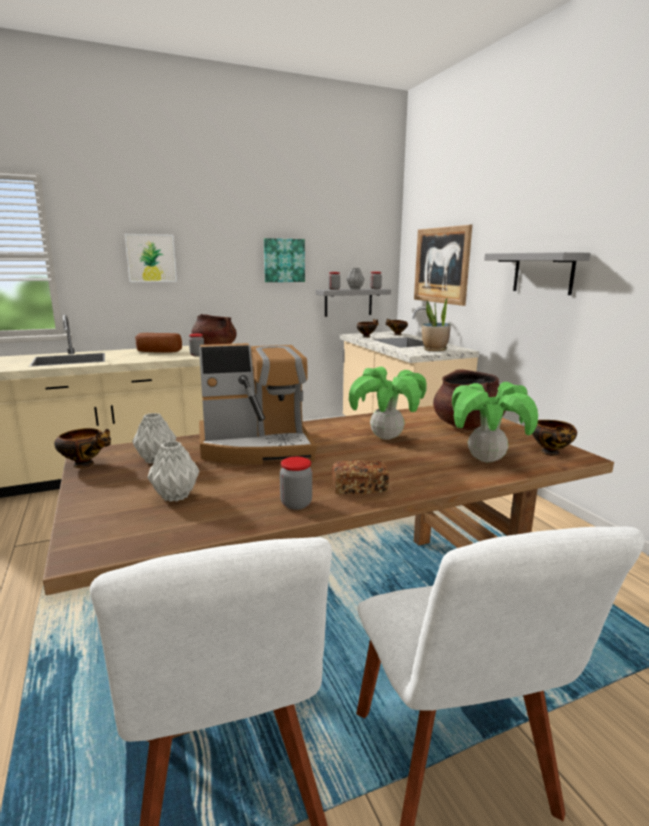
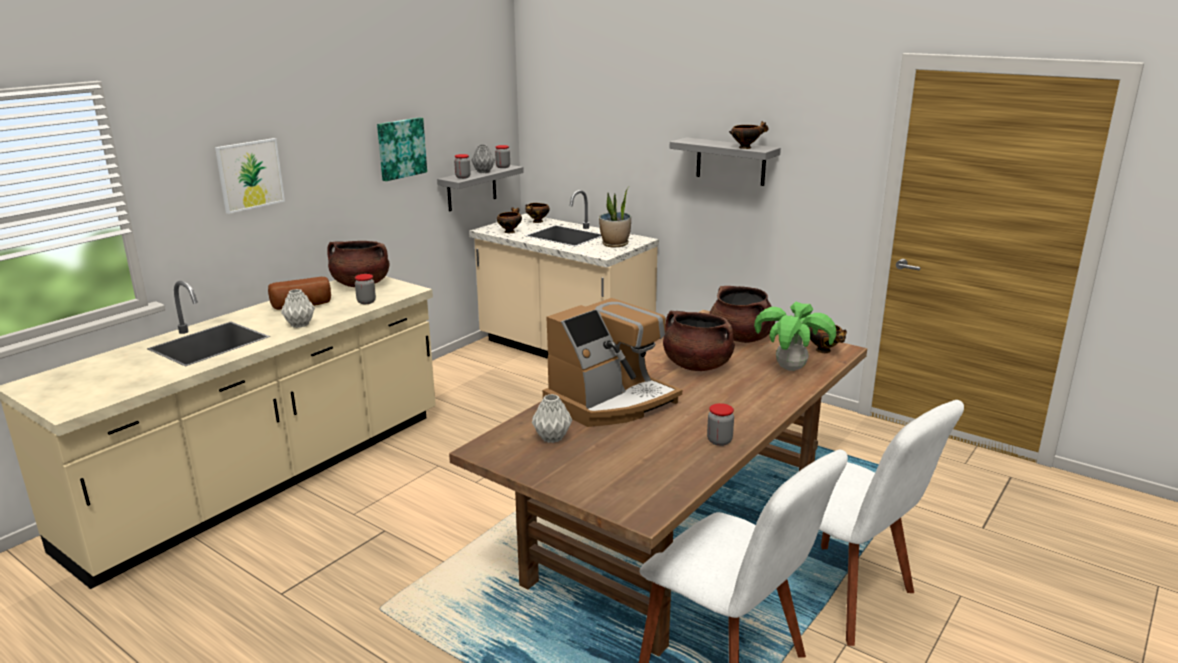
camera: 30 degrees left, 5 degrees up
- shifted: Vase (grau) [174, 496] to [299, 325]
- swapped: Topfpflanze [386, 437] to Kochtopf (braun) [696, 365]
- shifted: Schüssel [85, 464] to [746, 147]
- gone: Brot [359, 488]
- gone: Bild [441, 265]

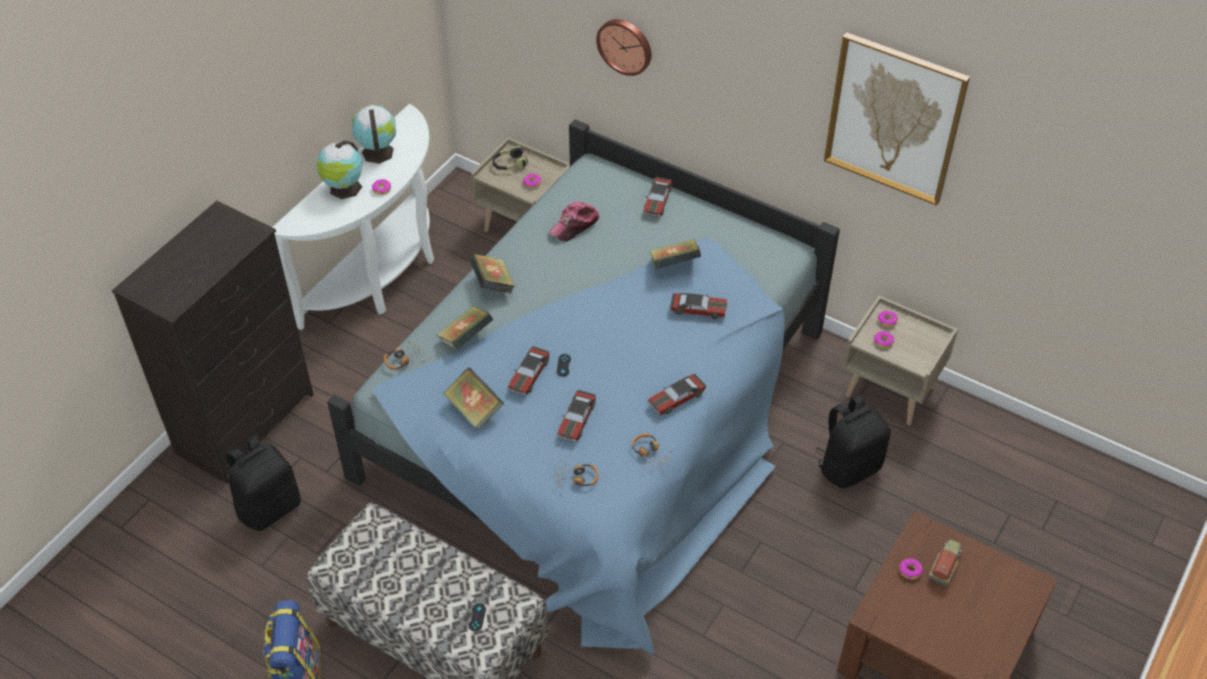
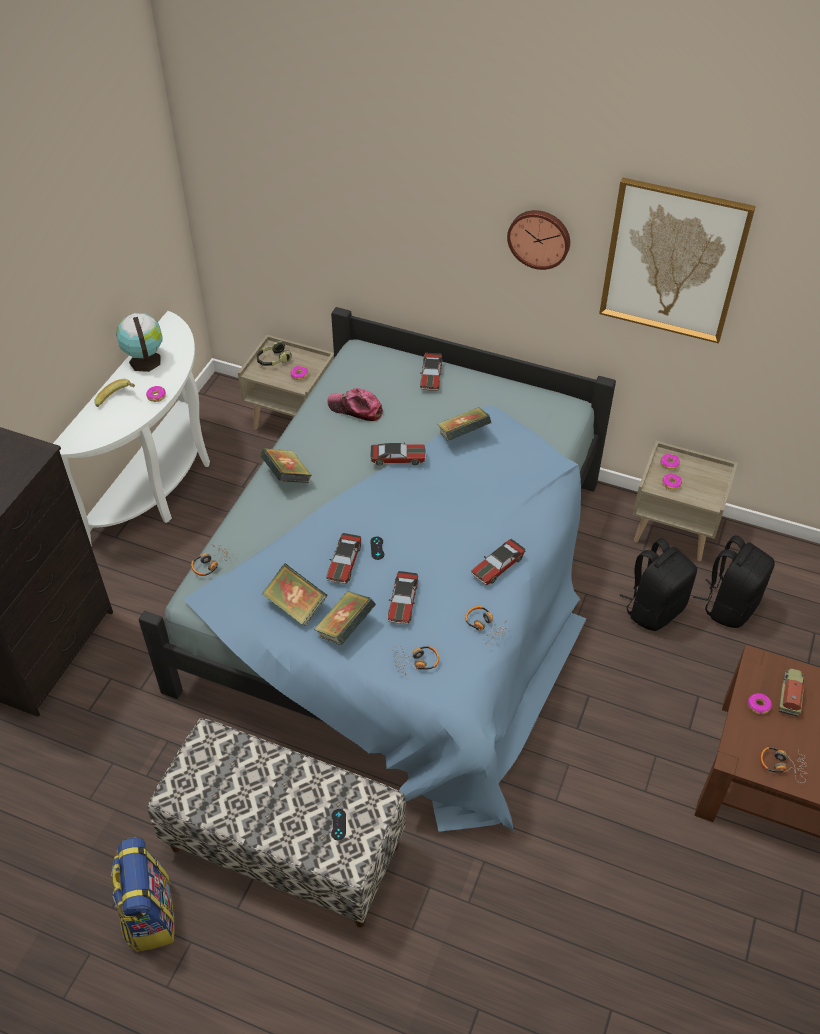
camera: 10 degrees left, 0 degrees up
- swapped: Globus [344, 189] to Banane [118, 400]
- shifted: Buch [465, 338] to [345, 628]
- rotated: Kappe [574, 225] = [355, 409] 75 degrees clockwise
- shifted: Spielzeugauto [698, 309] to [398, 458]
- shifted: Wanduhr [625, 45] to [539, 238]
- shifted: Rucksack (schwarz) [269, 507] to [729, 605]
- new: Kopfhörer [782, 765]

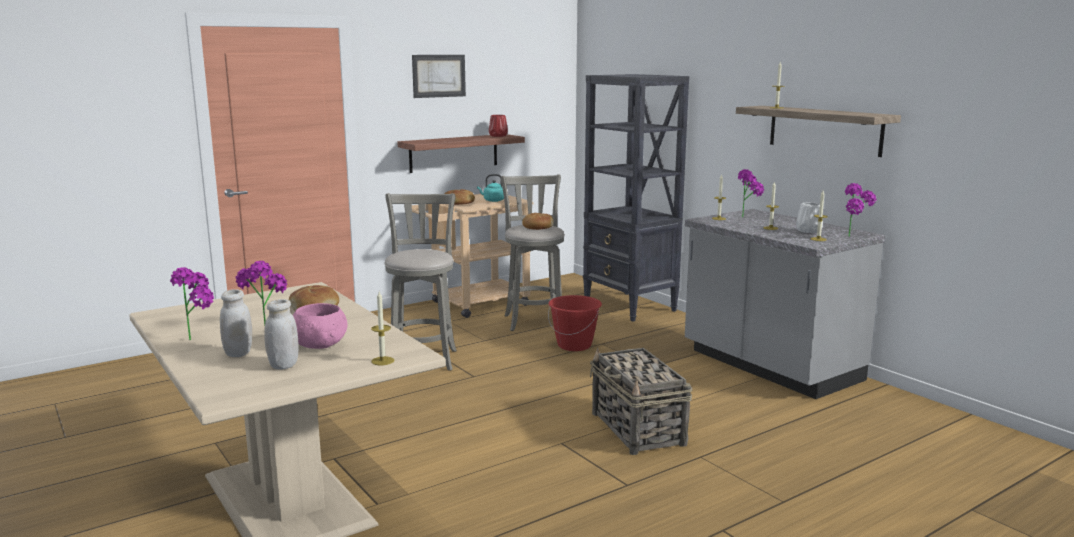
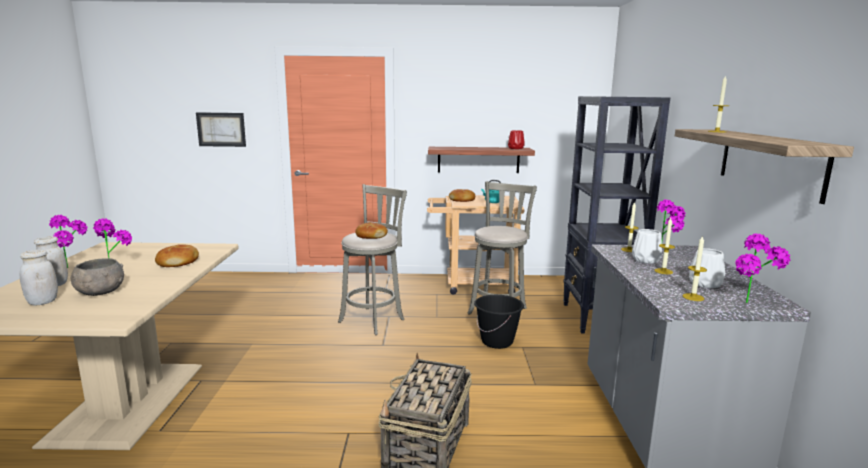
camera: 35 degrees right, 0 degrees up
- repainted: Schüssel (rosa) [320, 345] to Schüssel (grau) [100, 292]
- shifted: Bild [438, 76] to [221, 129]
- shifted: Brot [537, 227] to [371, 236]
- repainted: Eimer (rot) [574, 345] to Eimer (schwarz) [497, 341]
- new: Vase (weiß) [645, 260]
- gone: Kerze [382, 361]

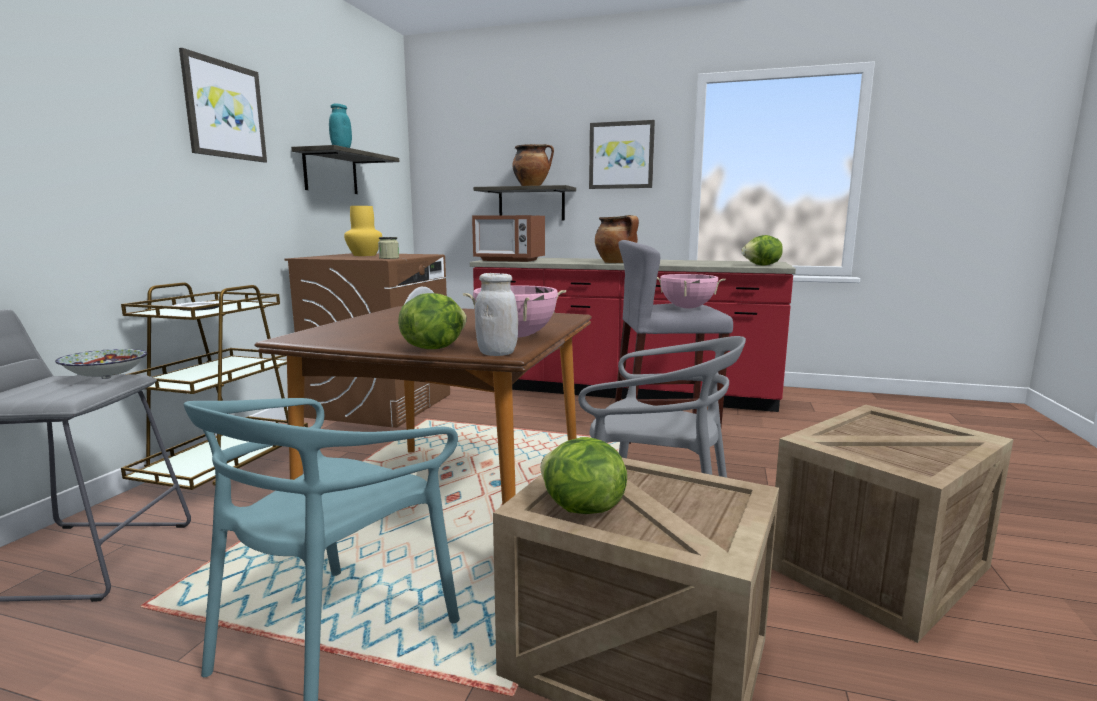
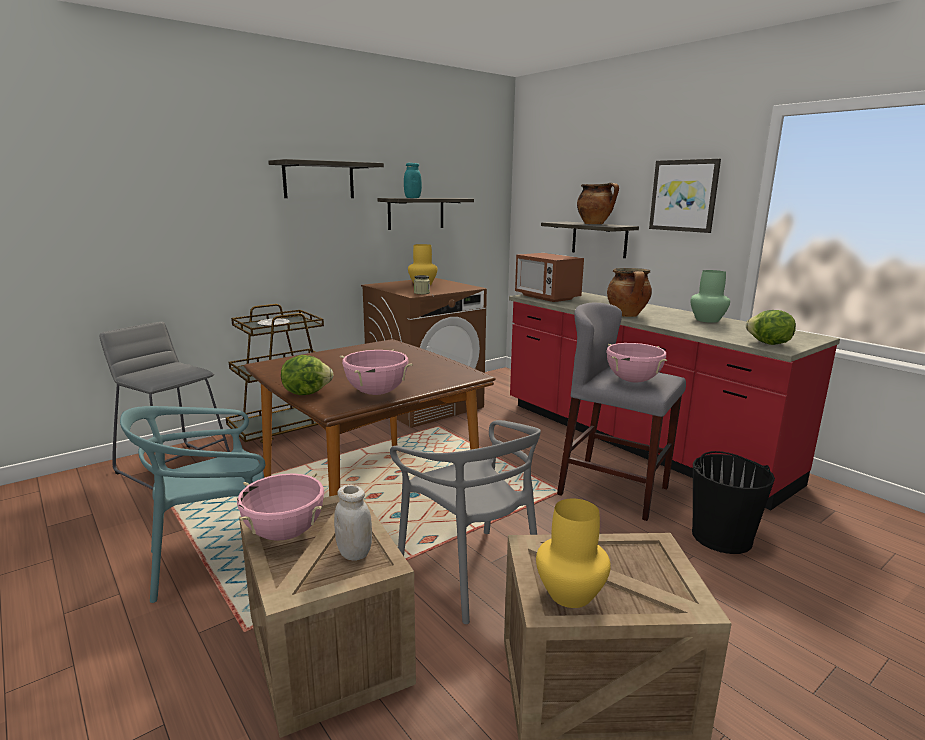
camera: 35 degrees right, 5 degrees up
- swapped: Salatkopf [581, 509] to Kochtopf (rosa) [284, 533]
- swapped: Bild [224, 110] to Wandregal [319, 180]
- shifted: Vorratsglas (weiß) [497, 353] to [354, 553]
- new: Vase (gelb) [569, 593]
- new: Vase (grün) [707, 320]
- new: Eimer (schwarz) [721, 536]
- gone: Schüssel [107, 378]

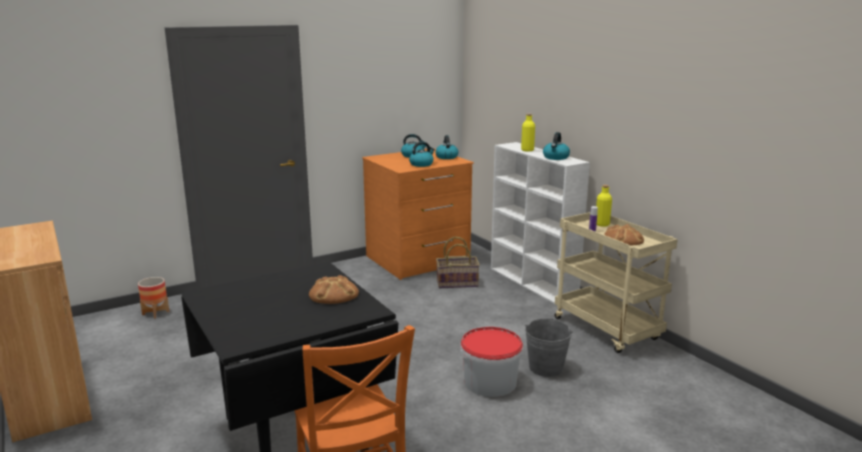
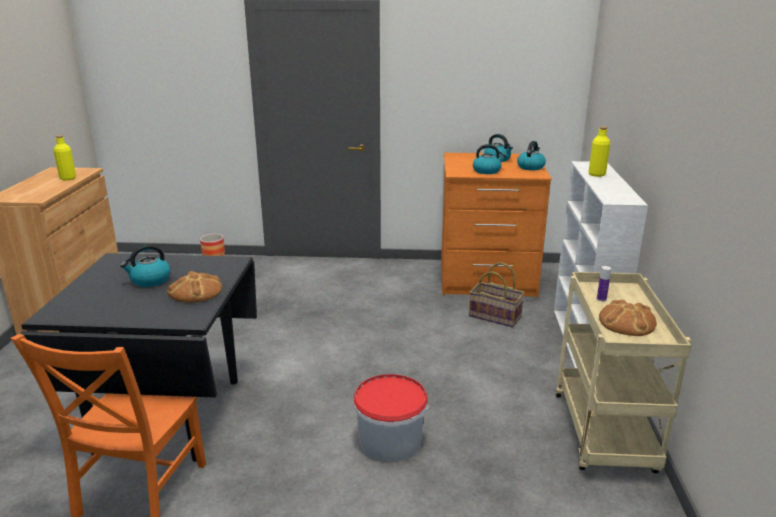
camera: 35 degrees right, 5 degrees up
- shifted: Flasche (gelb) [602, 224] to [68, 178]
- shifted: Wasserkessel [556, 157] to [150, 280]
- gone: Eimer (grau) [546, 367]

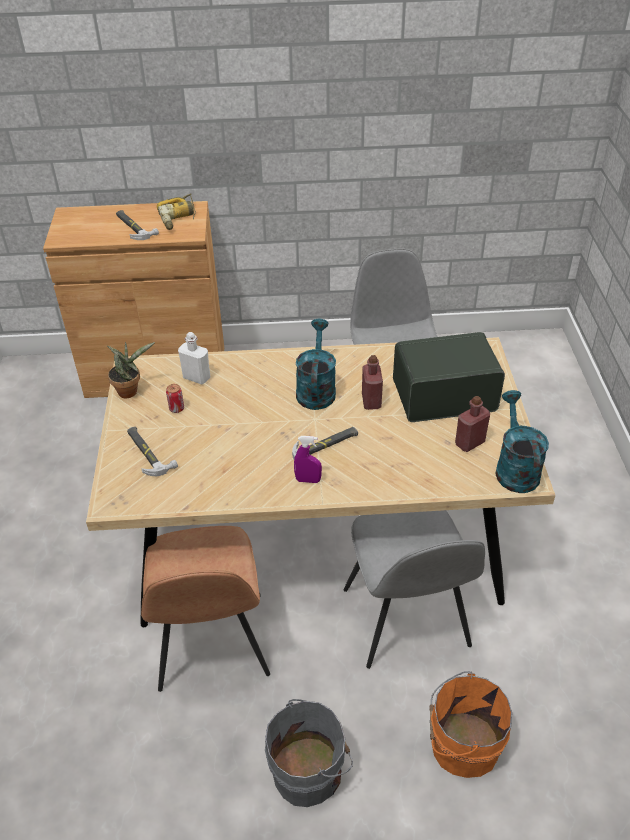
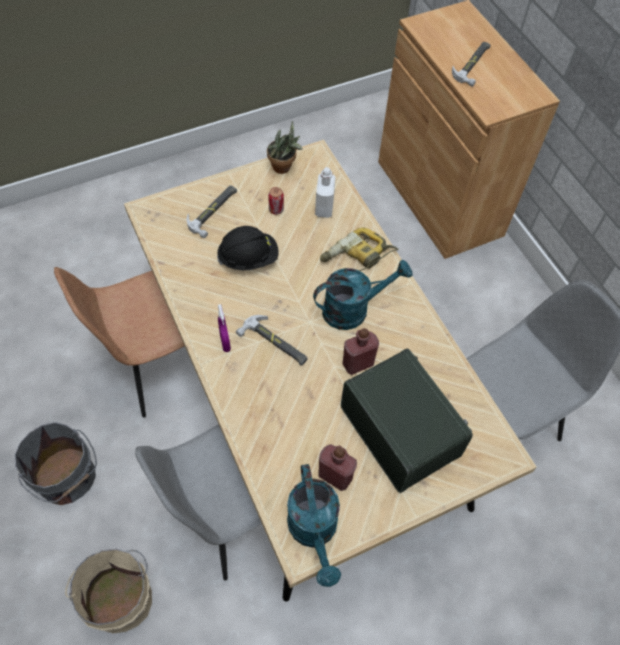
camera: 65 degrees right, 15 degrees up
- repainted: Eimer (orange) [461, 744] to Eimer (beige) [120, 596]
- new: Schutzhelm (schwarz) [248, 258]
- rotated: Gießkanne (türkis) [514, 468] = [315, 532] 105 degrees clockwise
- shifted: Bohrmaschine [179, 217] to [357, 258]

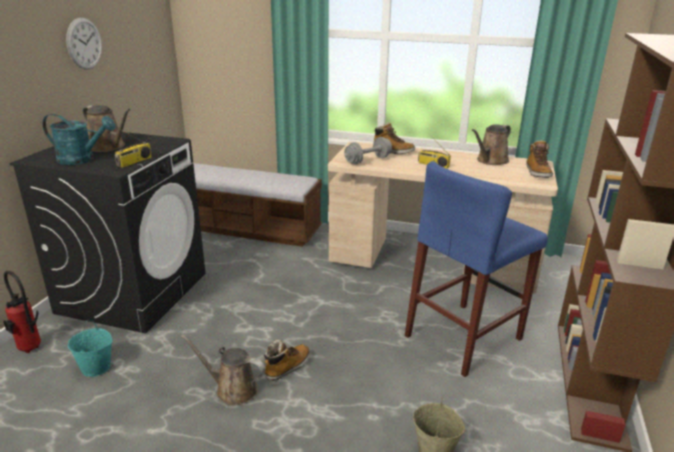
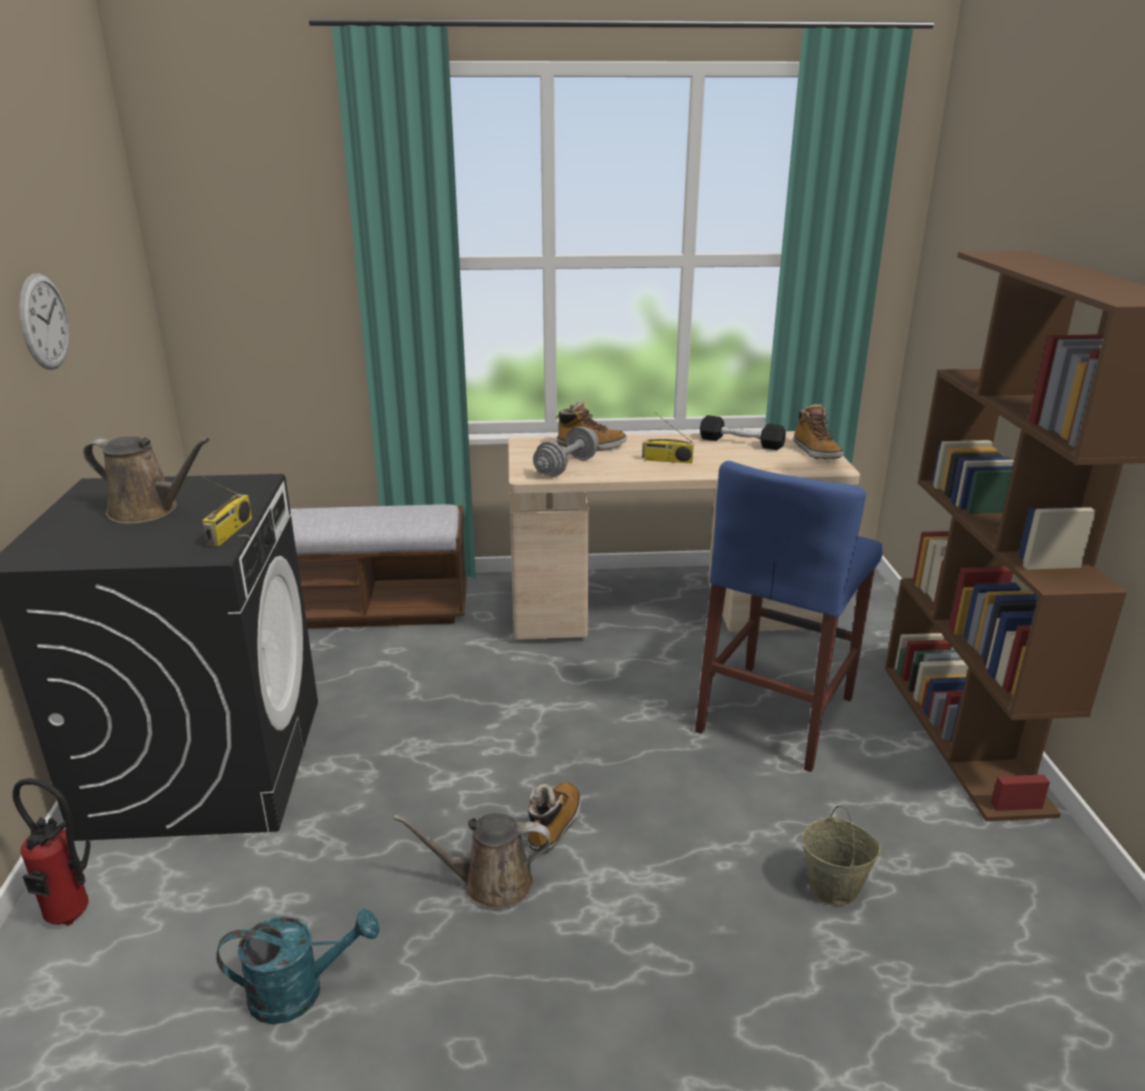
camera: 20 degrees left, 0 degrees up
- shifted: Gießkanne (türkis) [82, 160] to [300, 991]
- swapped: Gießkanne (braun) [490, 161] to Hantel (schwarz) [741, 442]
- gone: Eimer (türkis) [96, 367]

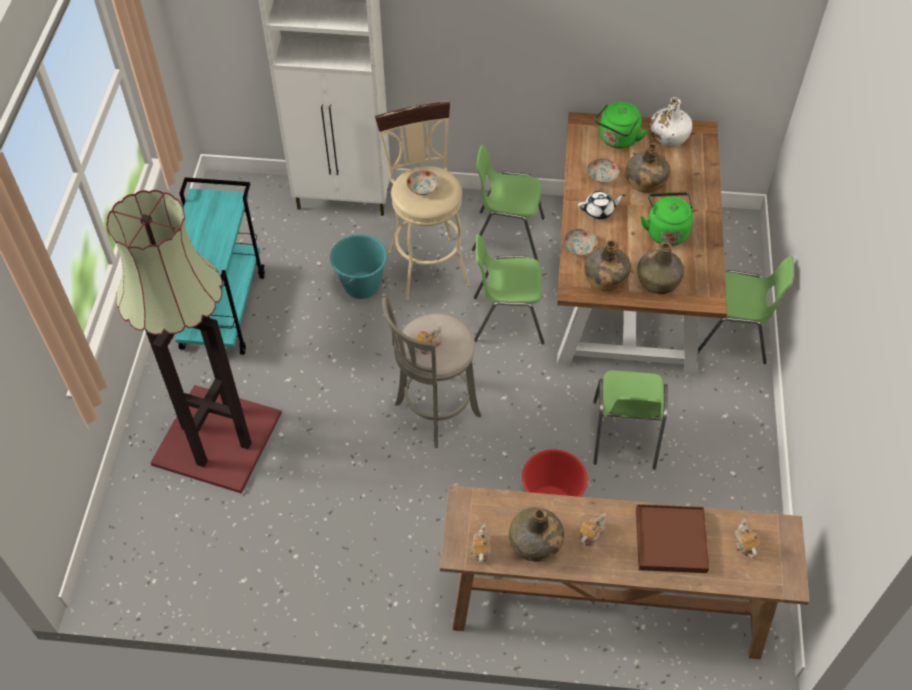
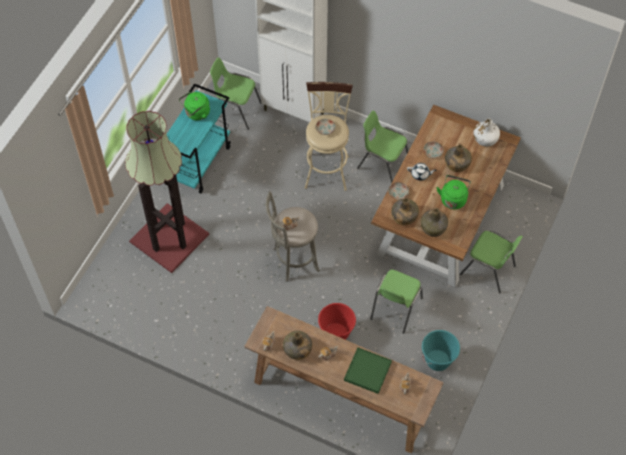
camera: 20 degrees right, 5 degrees up
- shifted: Wasserkessel (grün) [617, 140] to [196, 113]
- shifted: Stuhl (grün) [507, 319] to [236, 110]
- repainted: Tablett (braun) [671, 540] to Tablett (grün) [368, 371]
- shifted: Eimer (türkis) [362, 286] to [438, 360]

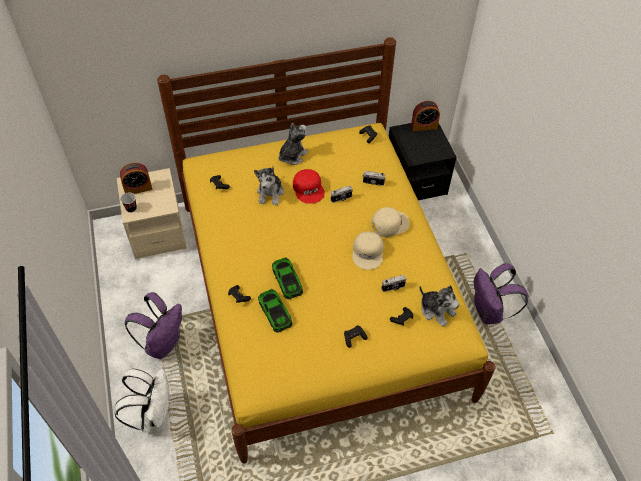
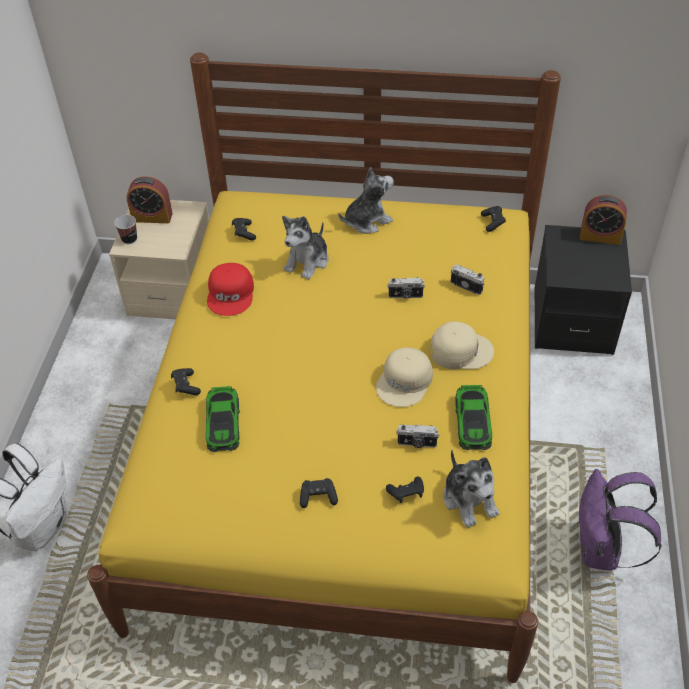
camera: 25 degrees right, 5 degrees down
- shifted: Kappe (rot) [309, 189] to [231, 294]
- shifted: Spielzeugauto [287, 280] to [472, 422]
- gone: Rucksack (lila) [163, 343]

